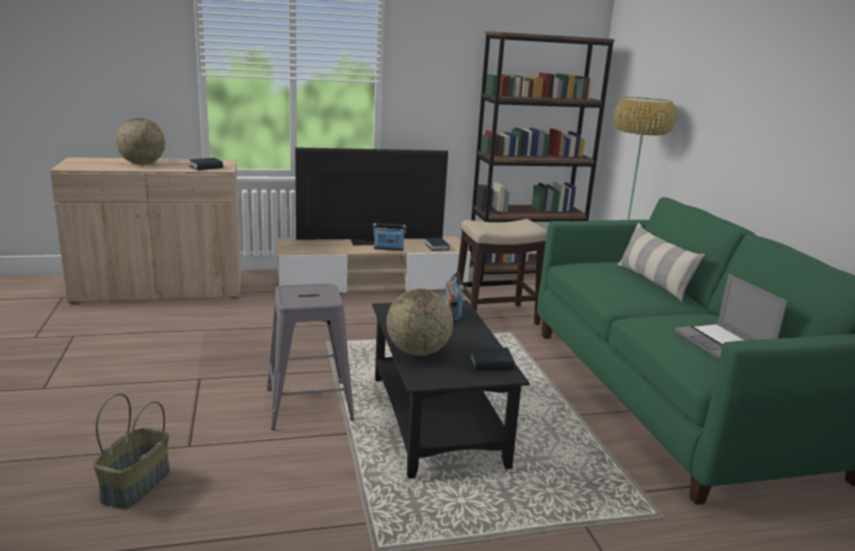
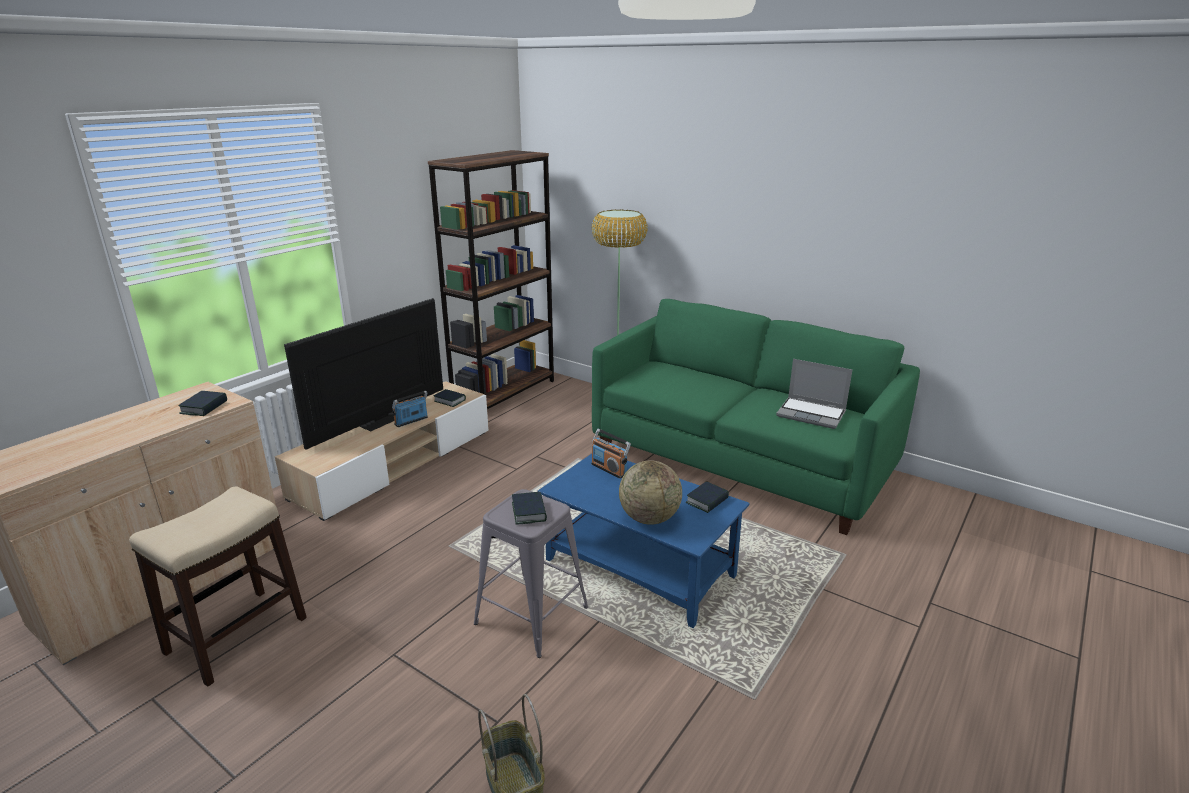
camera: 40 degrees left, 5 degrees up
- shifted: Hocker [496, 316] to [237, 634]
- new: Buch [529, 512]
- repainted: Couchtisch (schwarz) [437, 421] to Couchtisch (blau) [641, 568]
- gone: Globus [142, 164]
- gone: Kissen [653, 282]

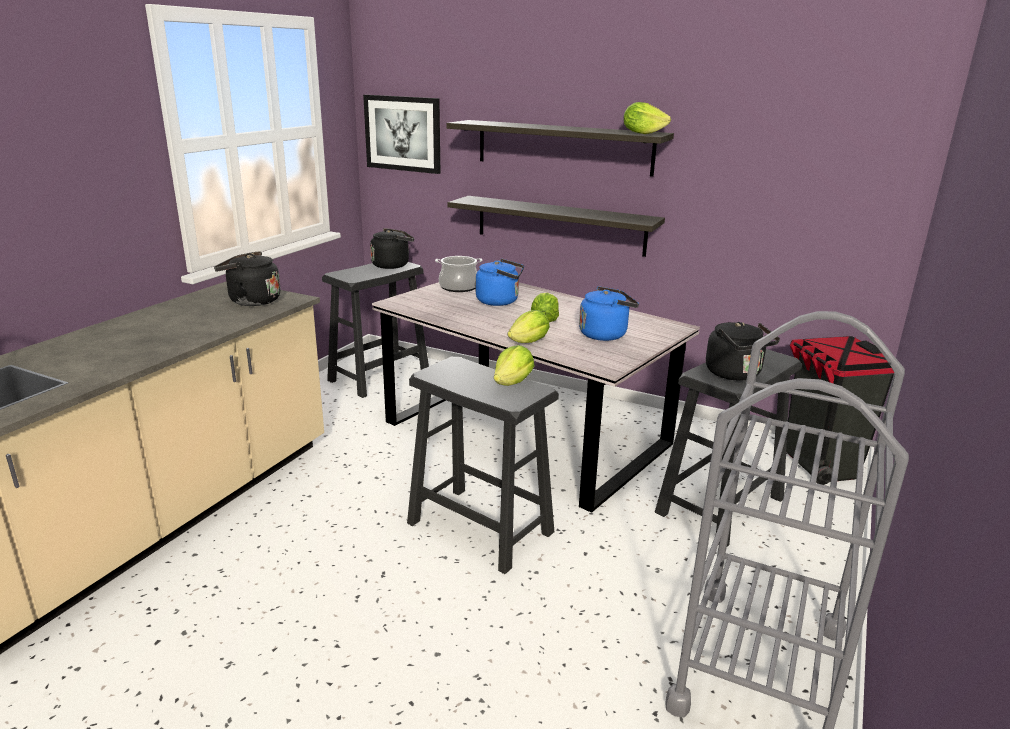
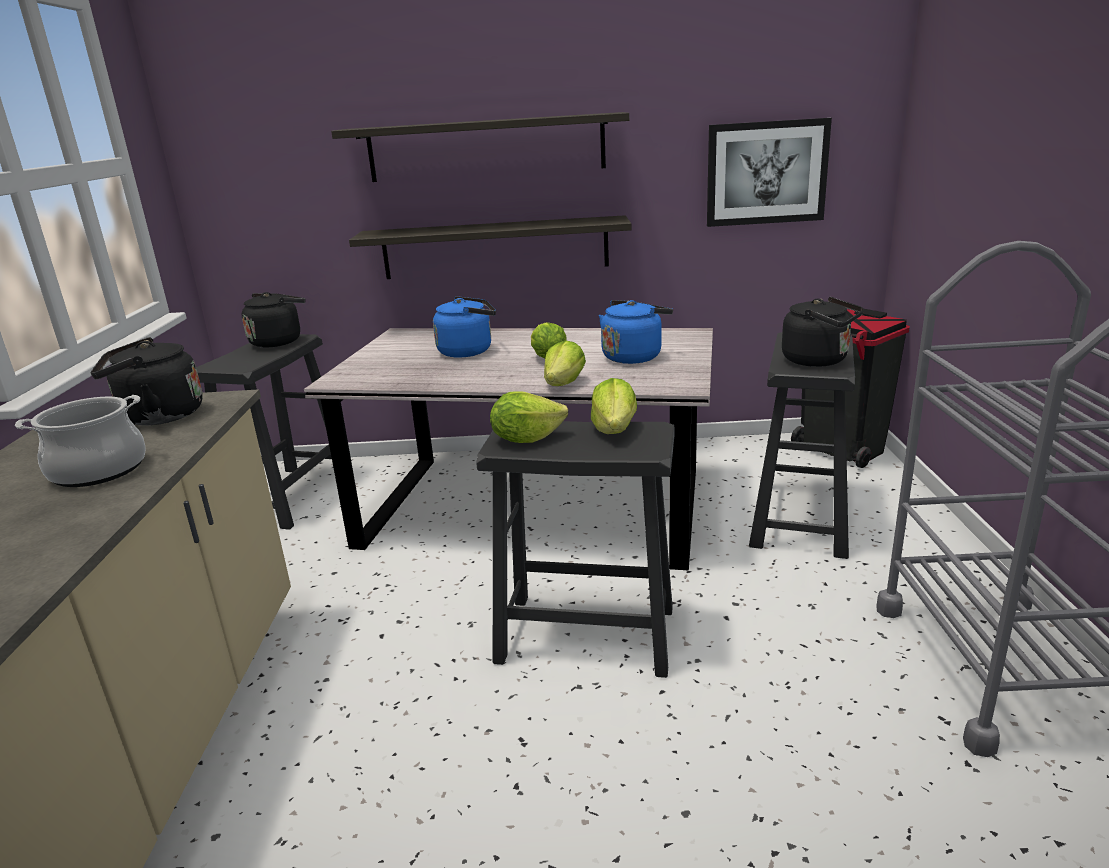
camera: 25 degrees left, 0 degrees up
- shifted: Kochtopf [459, 287] to [99, 470]
- shifted: Salatkopf [642, 133] to [526, 439]
- shifted: Bild [403, 133] to [766, 173]

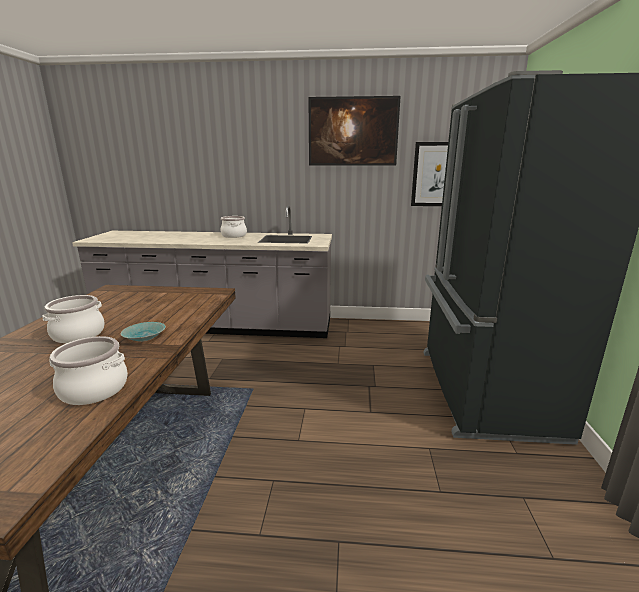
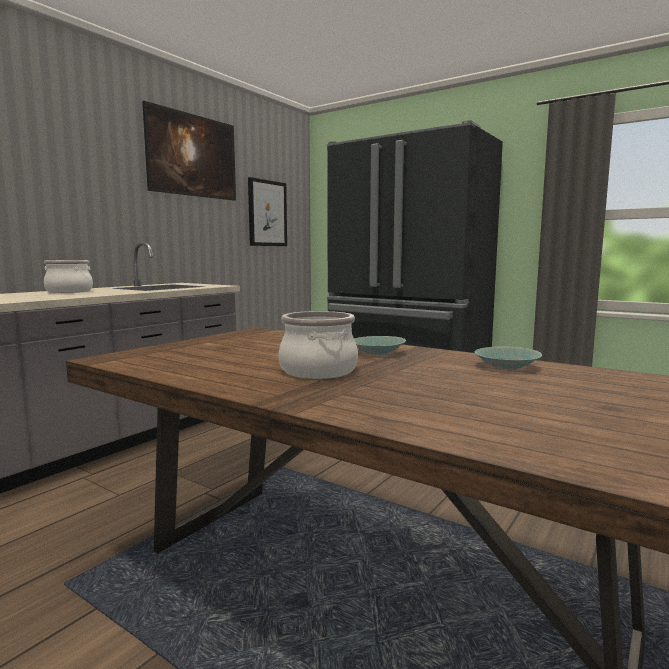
camera: 60 degrees left, 10 degrees down
- swapped: Kochtopf [93, 390] to Schüssel (türkis) [507, 367]

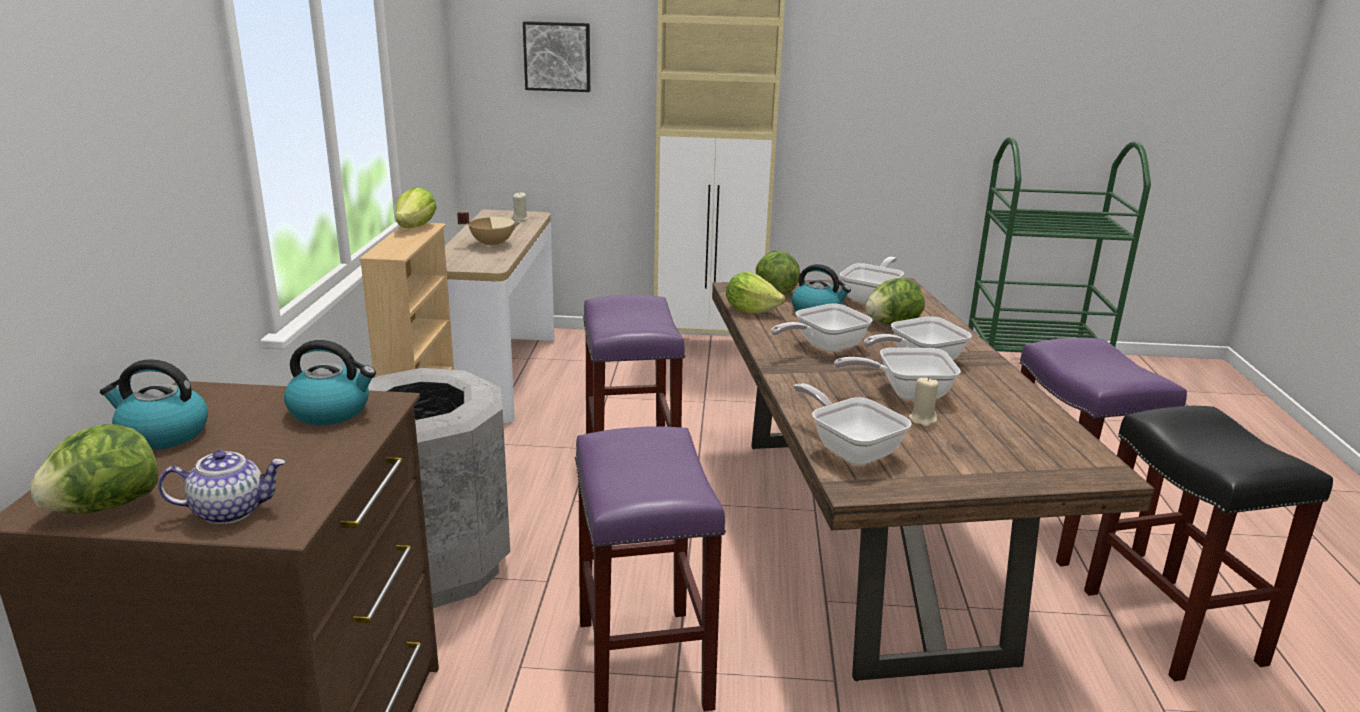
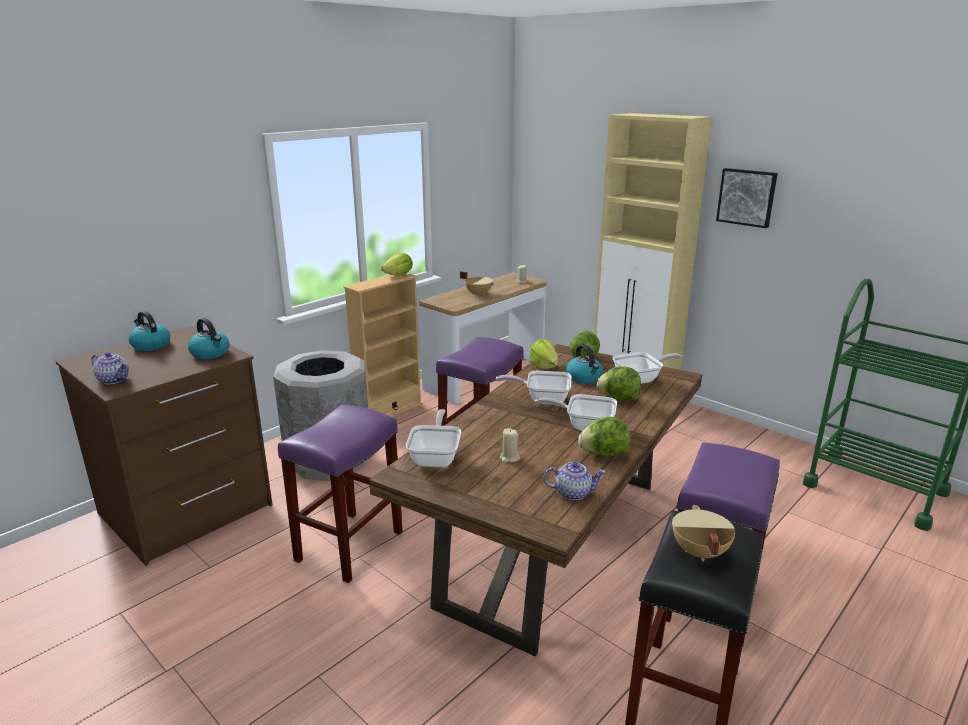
camera: 40 degrees right, 0 degrees up
- new: Teekanne [573, 493]
- shifted: Salatkopf [105, 506] to [604, 454]
- new: Kochtopf (beige) [698, 552]
- shifted: Bild [557, 56] to [747, 197]
- gone: Pfanne [905, 392]

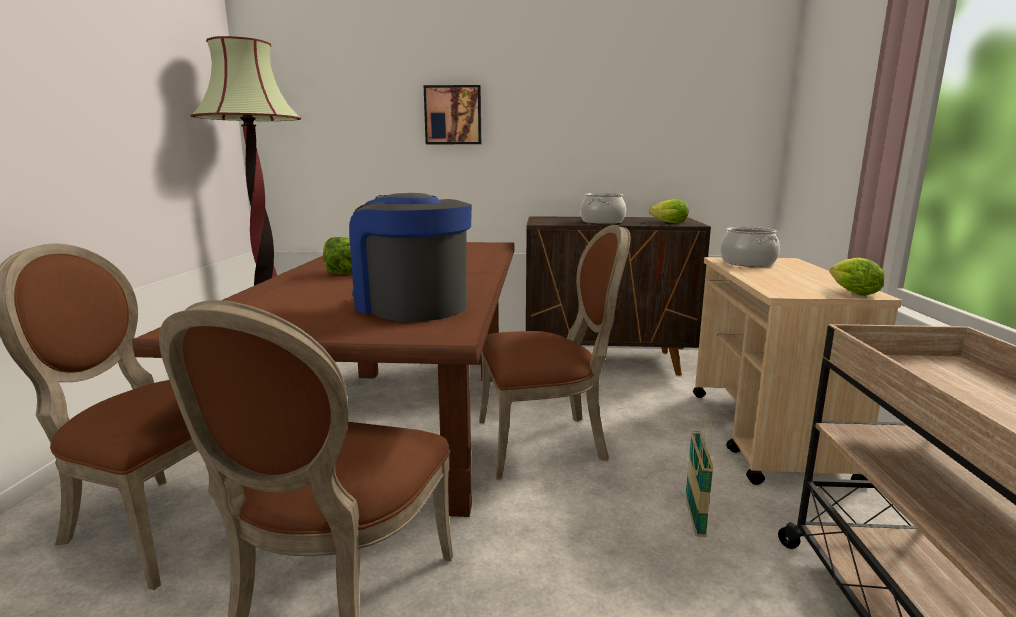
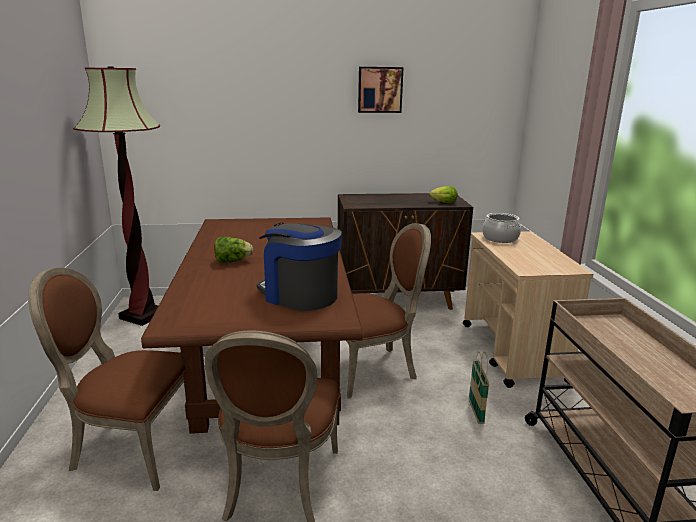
camera: 10 degrees left, 5 degrees up
- shifted: Bild [453, 115] to [380, 89]
- gone: Kochtopf [602, 222]
- gone: Salatkopf [850, 292]

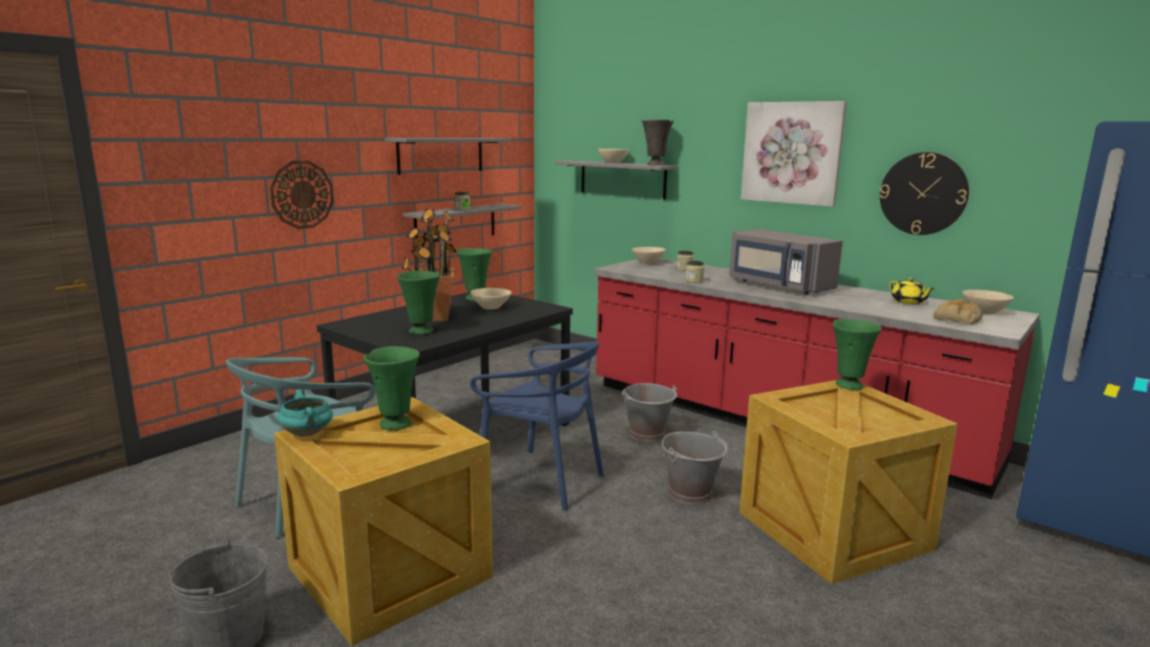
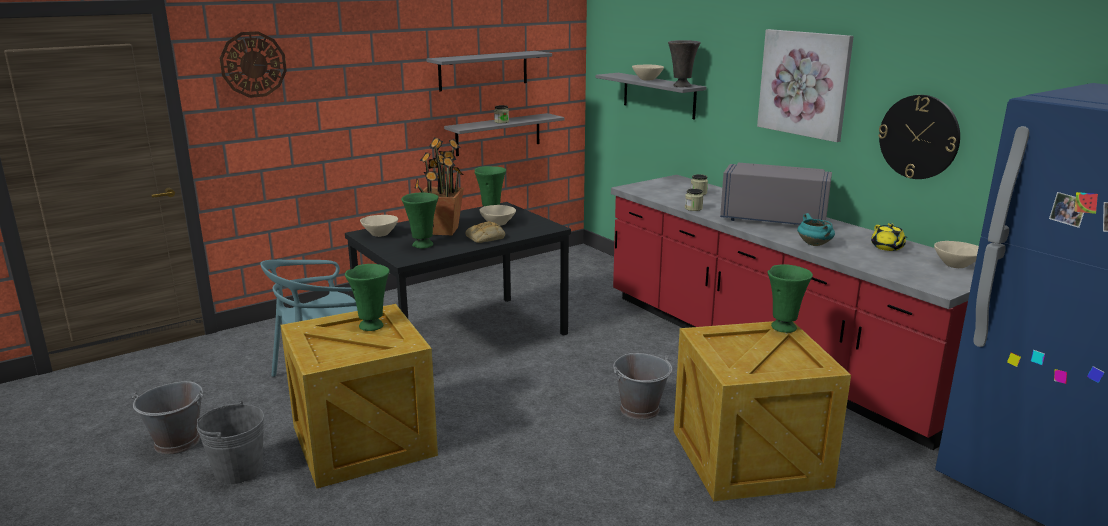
camera: 15 degrees right, 5 degrees up
- shifted: Eimer (grau) [647, 434] to [178, 442]
- shifted: Wanduhr [302, 194] to [253, 64]
- shifted: Schüssel (beige) [648, 263] to [380, 234]
- shifted: Brot [957, 319] to [485, 237]
- rotated: Mikrowelle (grau) [778, 286] = [773, 219] 135 degrees clockwise
- shifted: Kochtopf (türkis) [308, 434] to [815, 244]
- gone: Stuhl (blau) [541, 480]

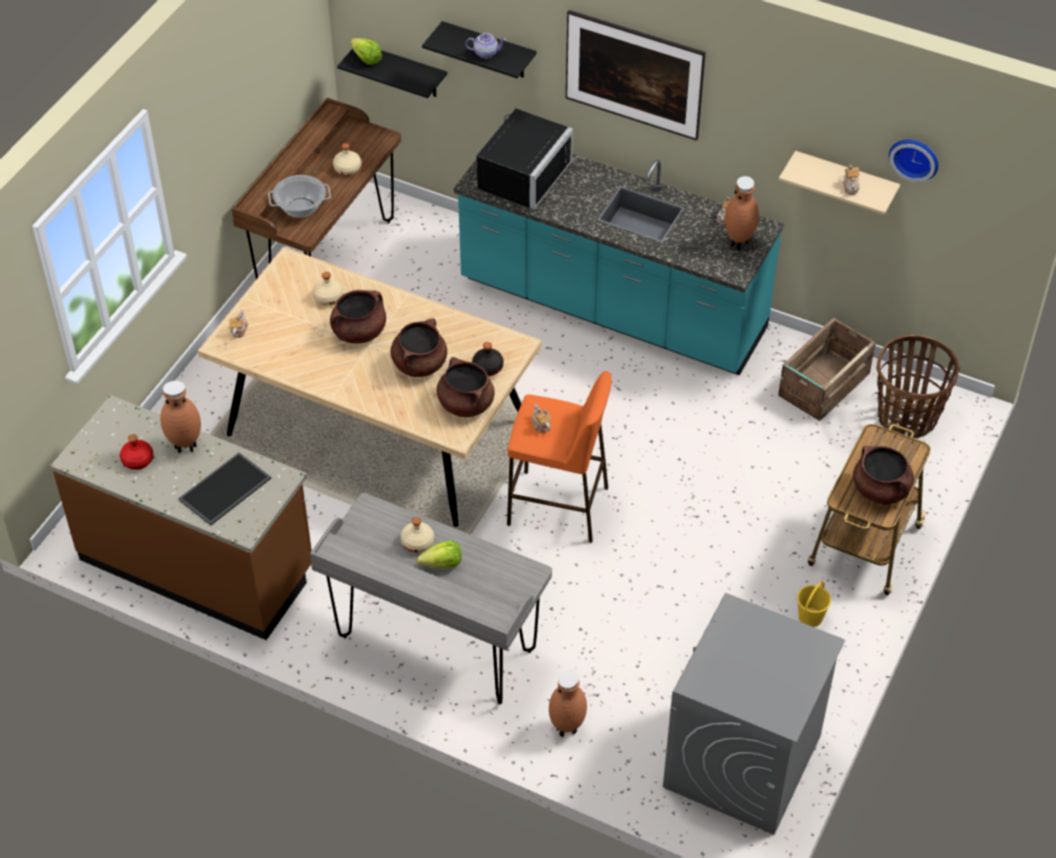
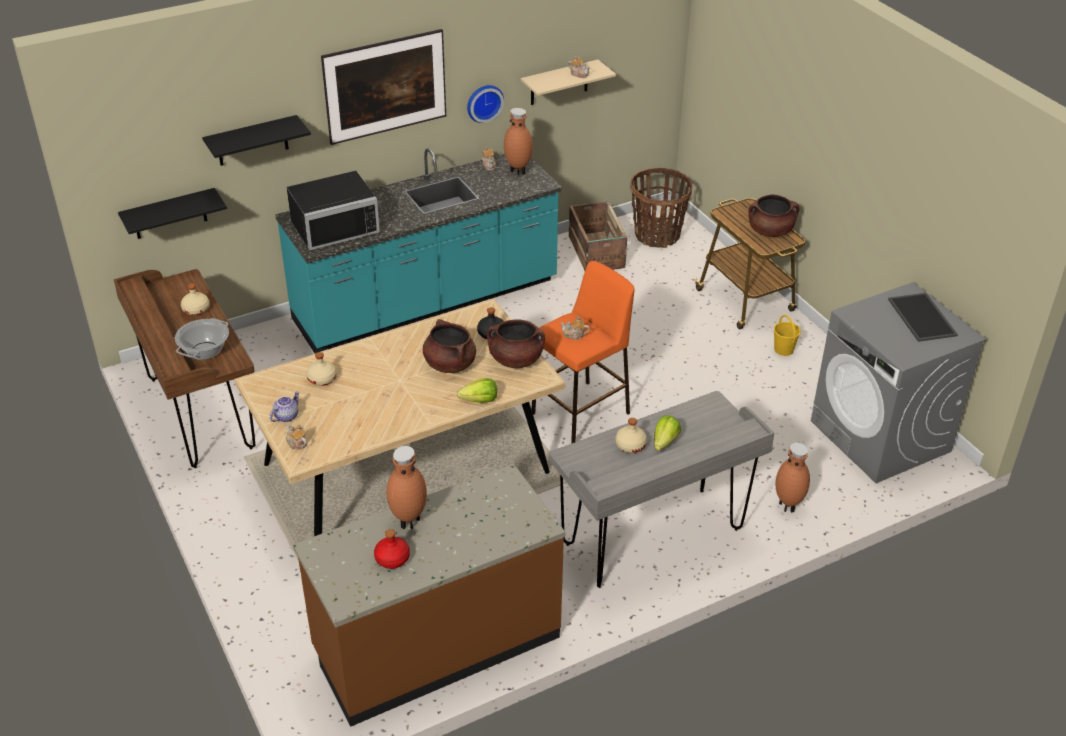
camera: 55 degrees left, 10 degrees down
- shifted: Teekanne [486, 53] to [286, 416]
- rotated: Mikrowelle (schwarz) [518, 174] = [333, 225] 90 degrees clockwise
- shifted: Salatkopf [366, 59] to [480, 400]
- shifted: Wanduhr [915, 157] to [484, 102]
- shifted: Tablett [225, 490] to [923, 317]
- gone: Kochtopf (braun) [359, 332]

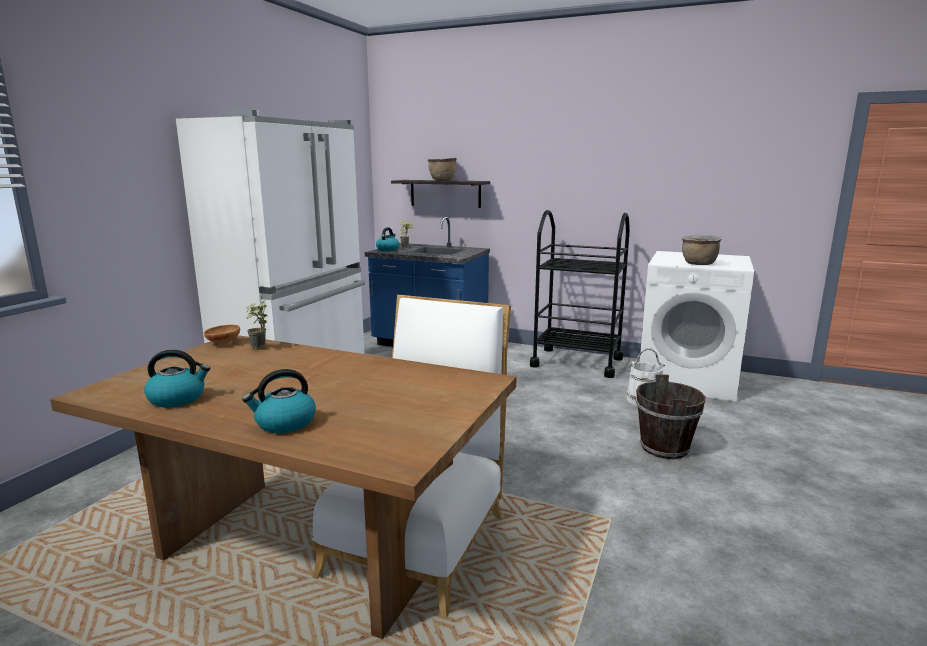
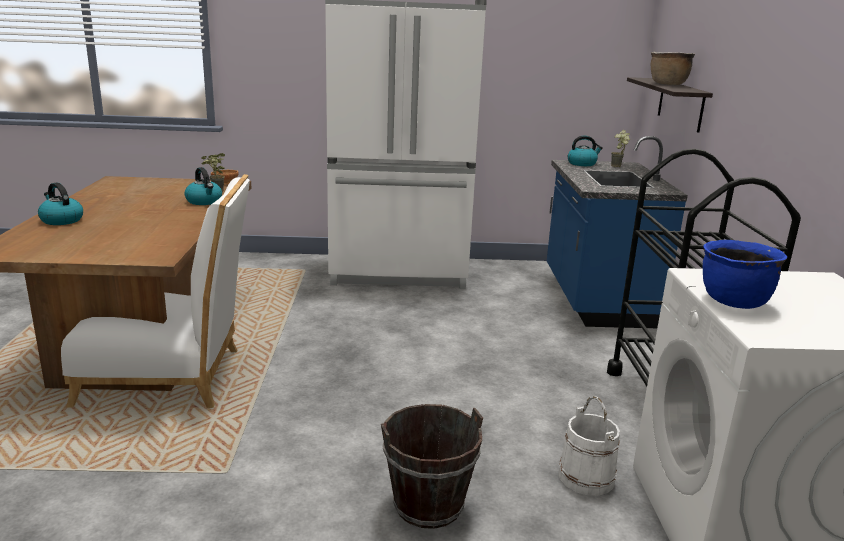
camera: 65 degrees right, 5 degrees up
- shifted: Wasserkessel [178, 398] to [204, 201]
- repainted: Kochtopf (braun) [698, 264] to Kochtopf (blau) [733, 301]

